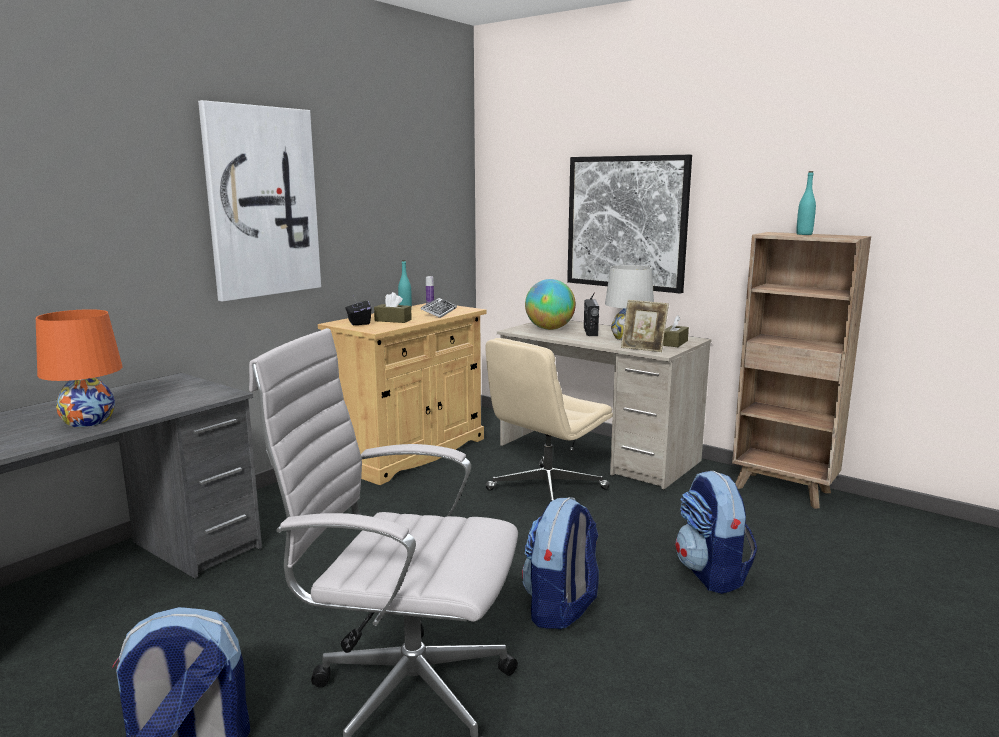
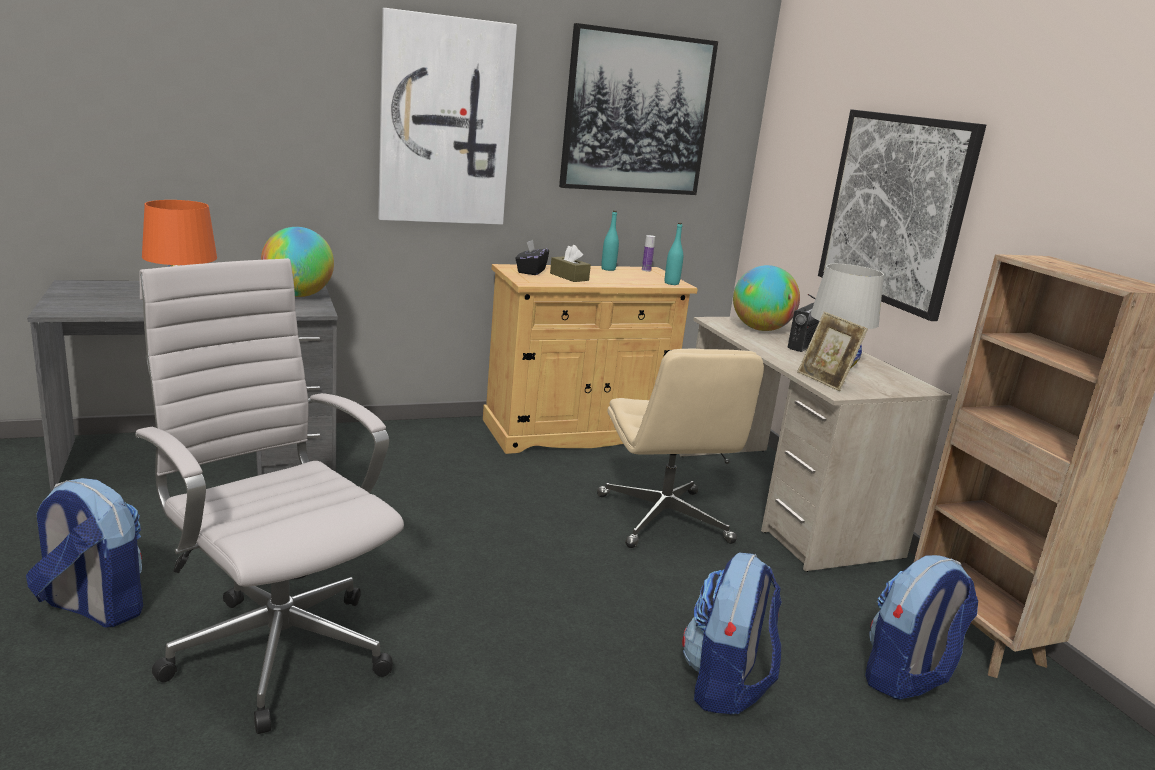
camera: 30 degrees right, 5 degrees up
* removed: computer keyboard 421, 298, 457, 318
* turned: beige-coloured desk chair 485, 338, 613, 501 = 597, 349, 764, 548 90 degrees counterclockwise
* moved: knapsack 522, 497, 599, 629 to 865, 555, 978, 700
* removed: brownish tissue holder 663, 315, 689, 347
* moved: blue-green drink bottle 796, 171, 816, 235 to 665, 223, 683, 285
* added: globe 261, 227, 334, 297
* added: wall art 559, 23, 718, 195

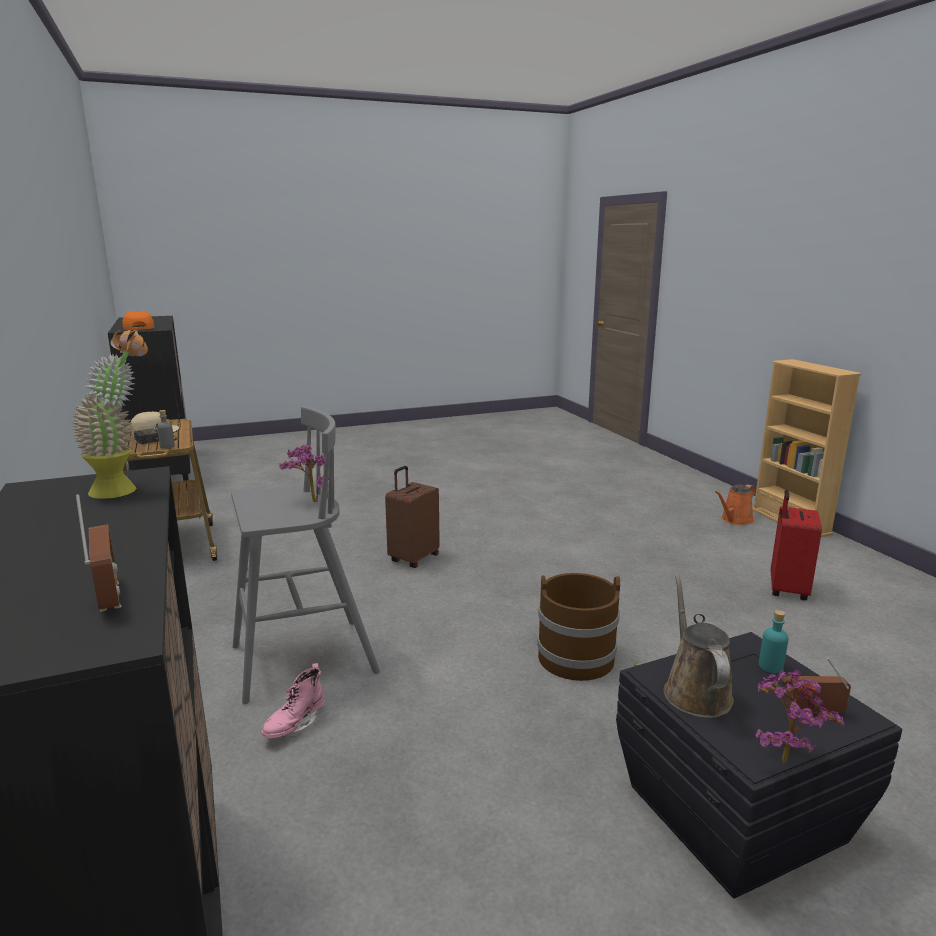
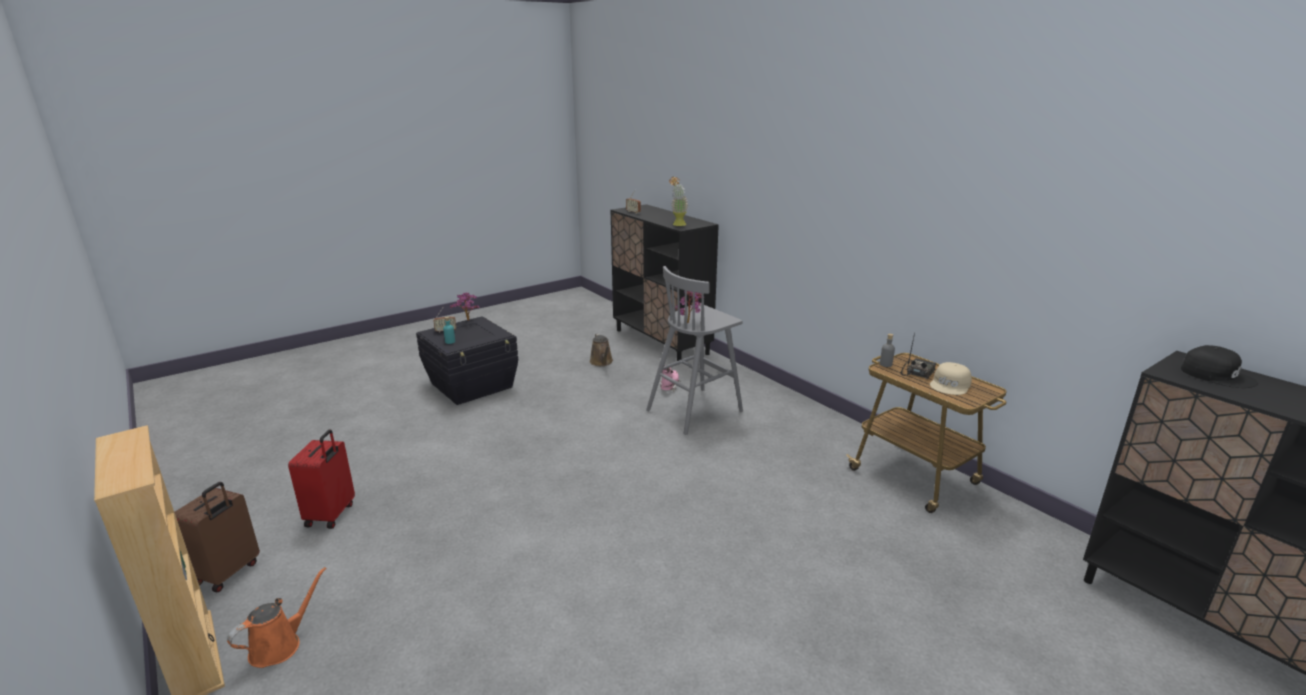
camera: 165 degrees right, 5 degrees up
* recoloured: orangey peaked cap 122, 311, 154, 330 to blackish peaked cap 1181, 345, 1258, 388
* moved: brownish travel case 385, 466, 440, 568 to 174, 482, 260, 592
* removed: brownish water bucket 537, 573, 620, 681
* moved: brownish sprinkling can 664, 574, 734, 718 to 590, 333, 613, 366

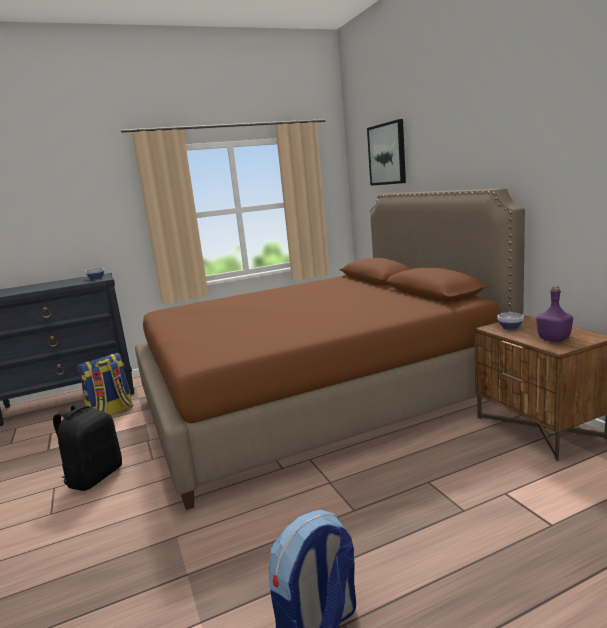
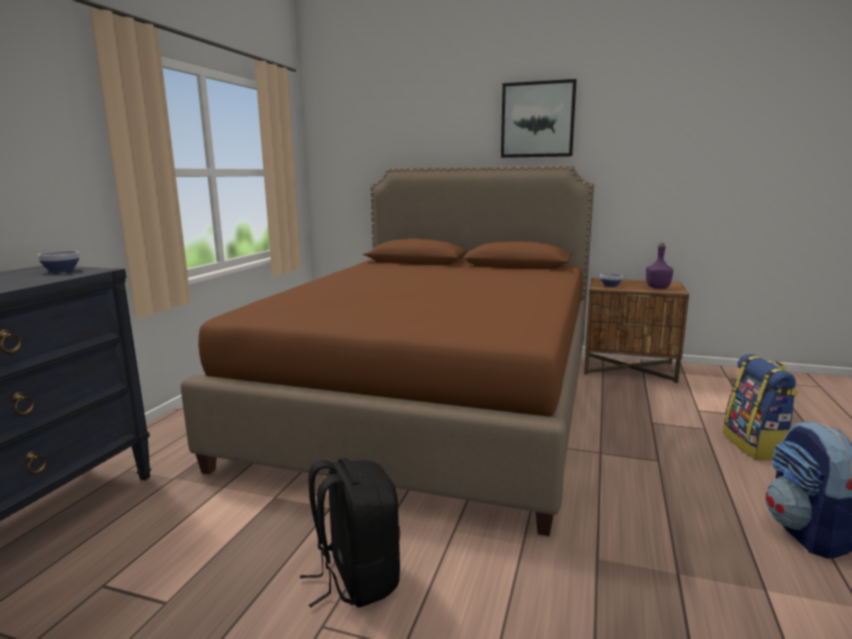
camera: 50 degrees left, 0 degrees up
* moved: knapsack 77, 353, 133, 415 to 723, 354, 798, 460
* moved: wall art 367, 119, 406, 186 to 501, 79, 576, 158

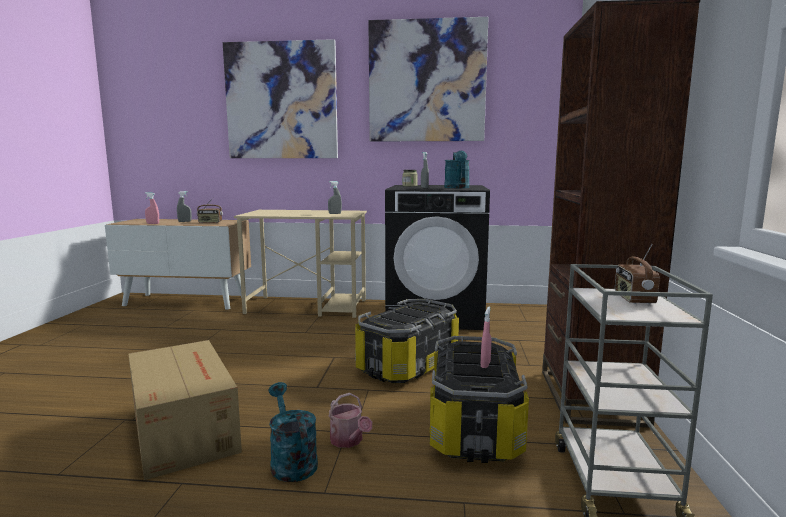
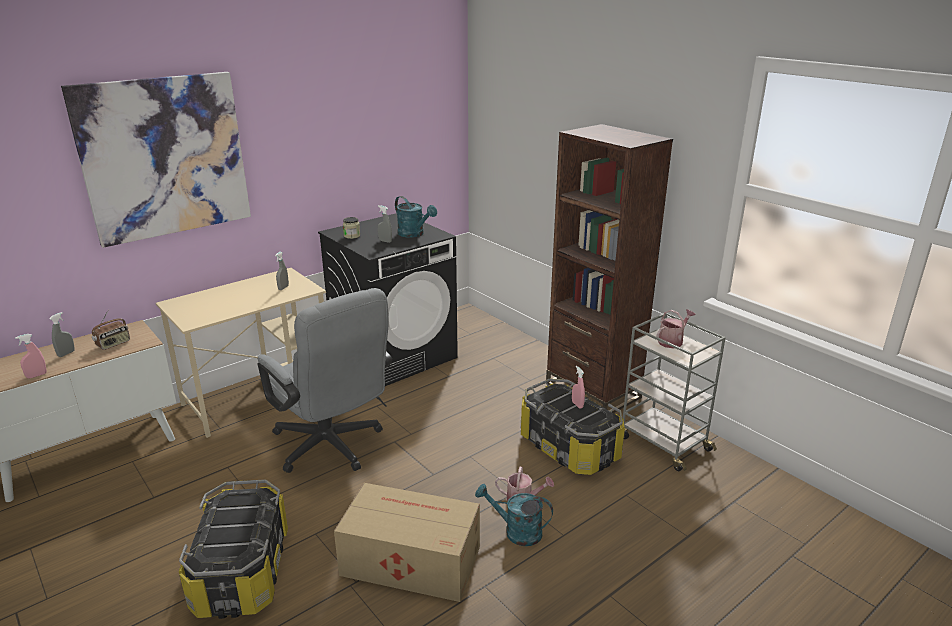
camera: 45 degrees left, 15 degrees up
* moved: storage bin 355, 299, 459, 383 to 179, 480, 288, 619
* removed: wall art 368, 17, 489, 141
* replaced: radio receiver 615, 244, 660, 304 to sprinkling can 657, 309, 695, 348
* added: greyish desk chair 257, 288, 392, 473

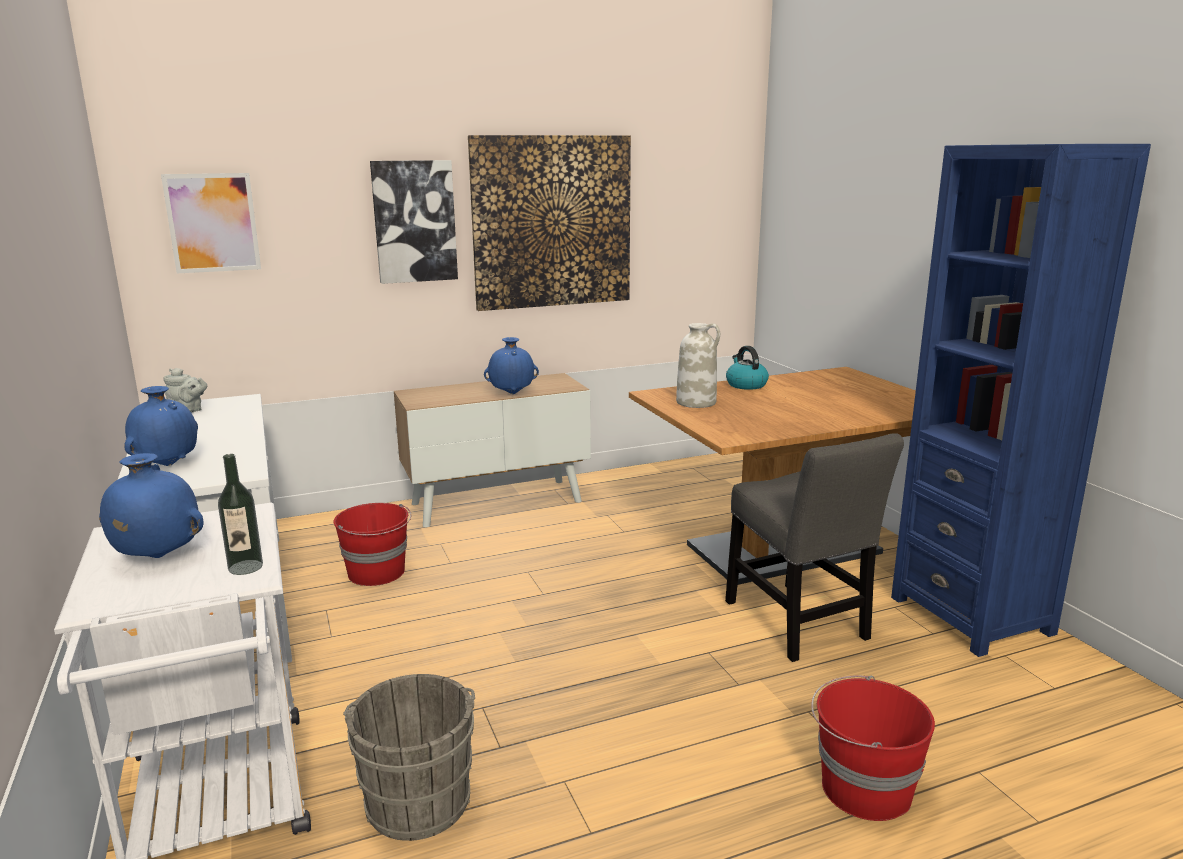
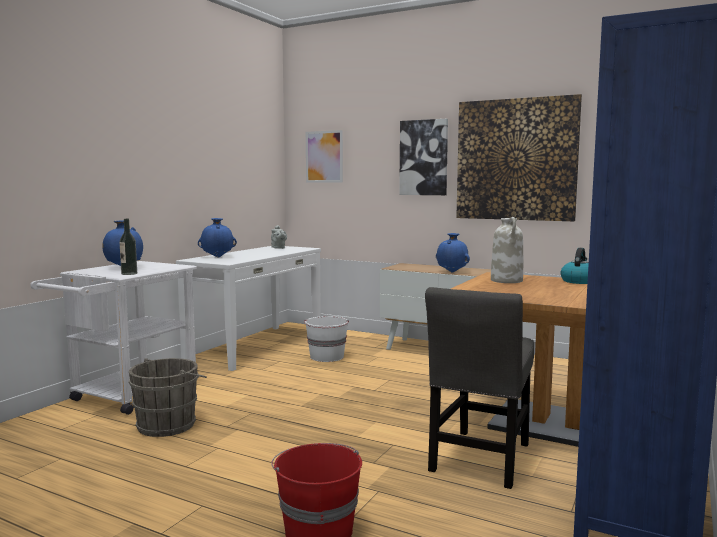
camera: 50 degrees right, 10 degrees down
* recoloured: red water bucket 334, 503, 411, 586 to white-coloured water bucket 304, 316, 349, 362

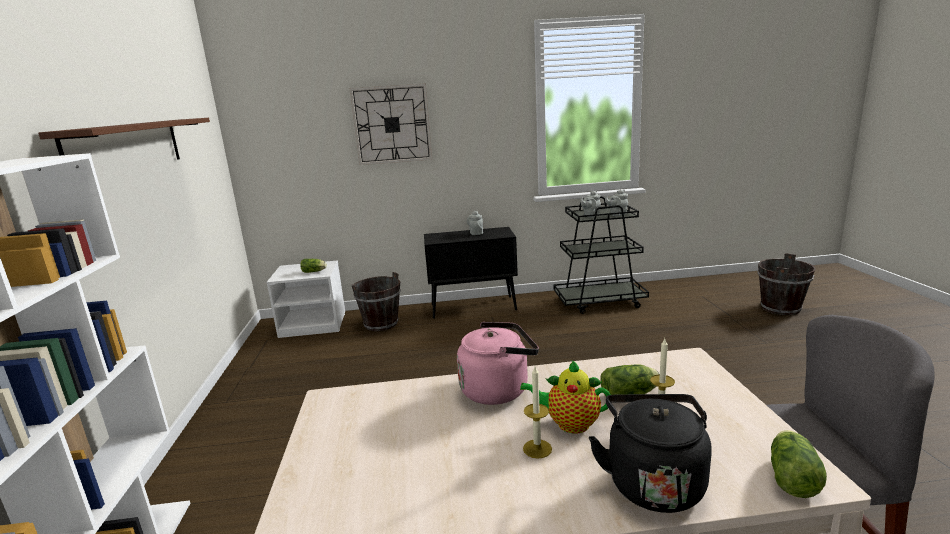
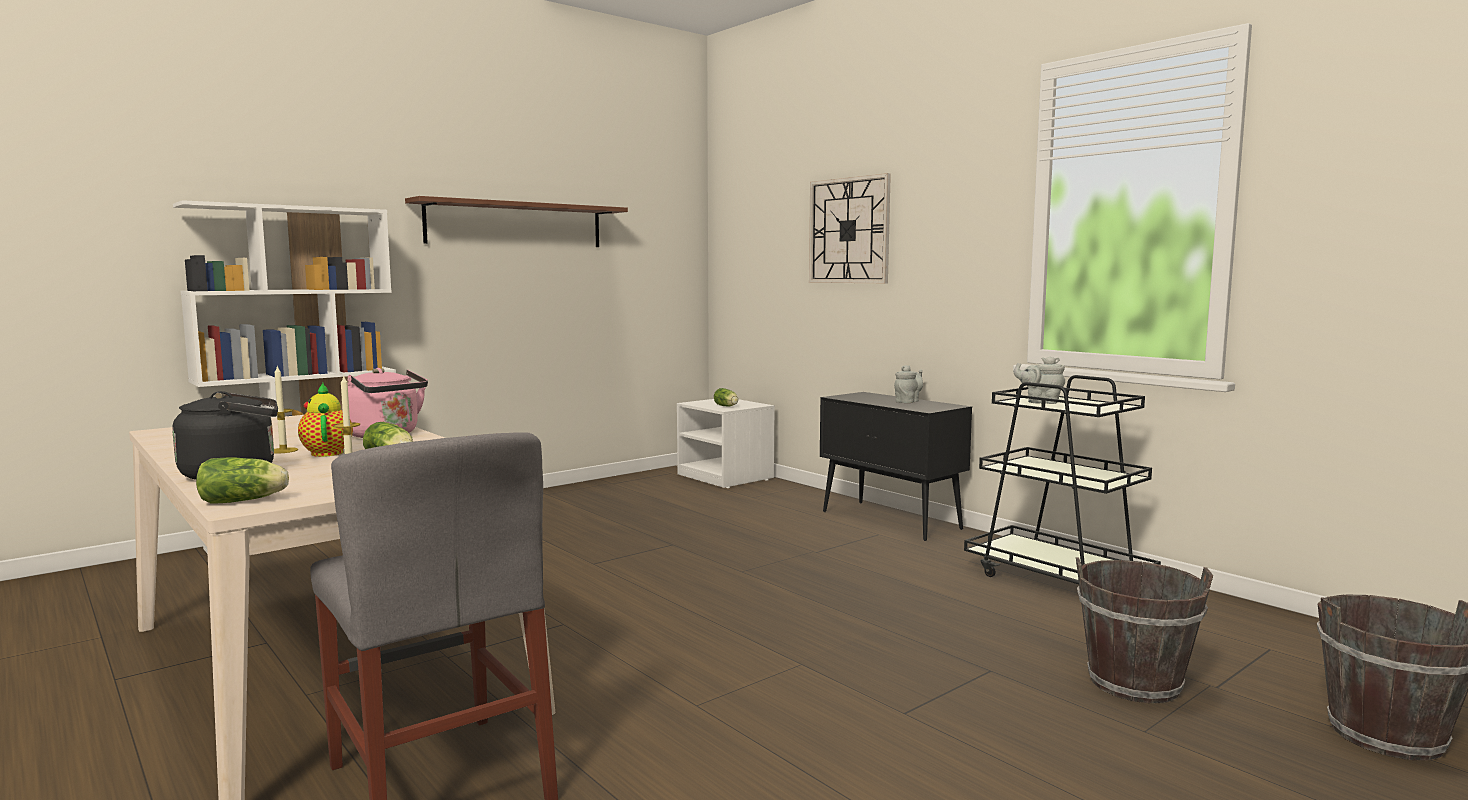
camera: 55 degrees right, 10 degrees down
* moved: brownish water bucket 352, 272, 401, 331 to 1076, 557, 1213, 703
* removed: greyish teapot 605, 190, 628, 216

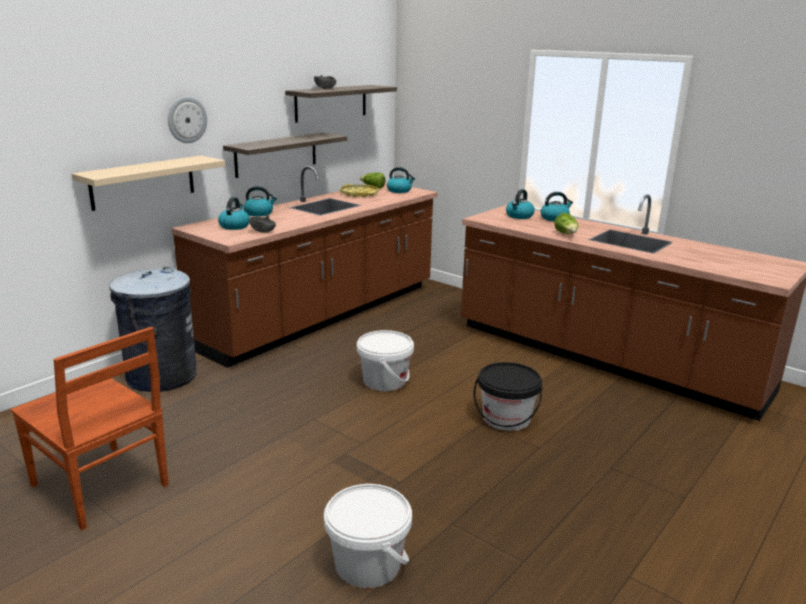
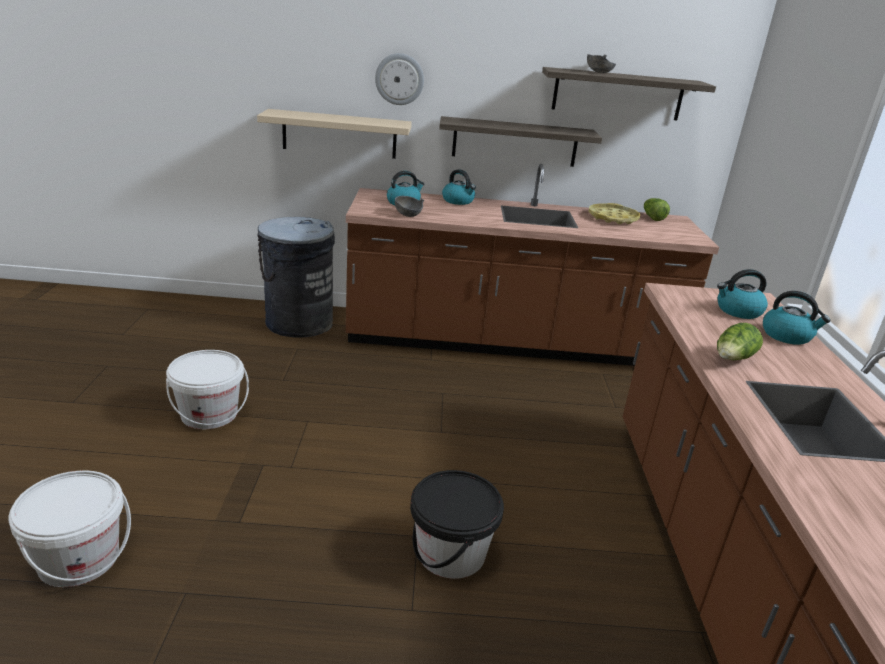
camera: 50 degrees right, 5 degrees up
* removed: brownish chair 10, 327, 168, 530
* moved: white-coloured water bucket 357, 330, 414, 391 to 166, 350, 249, 429
* removed: tea kettle 387, 167, 415, 193

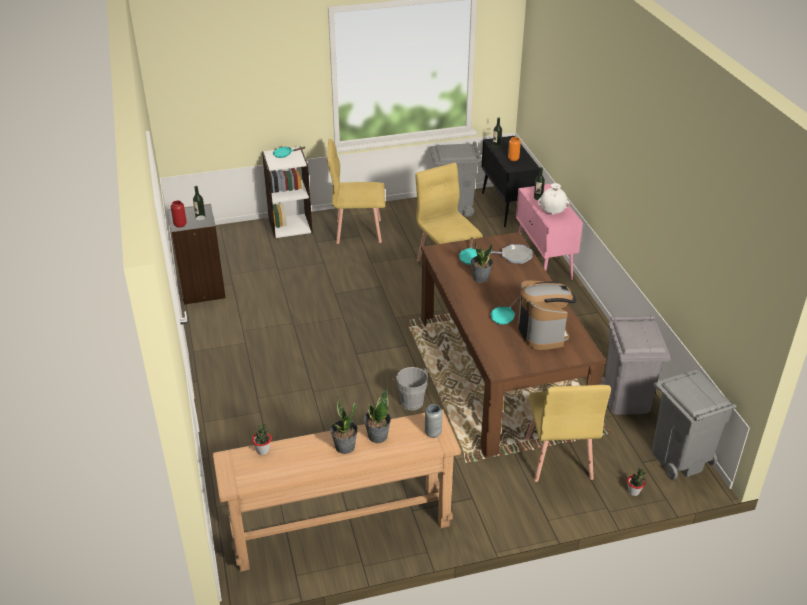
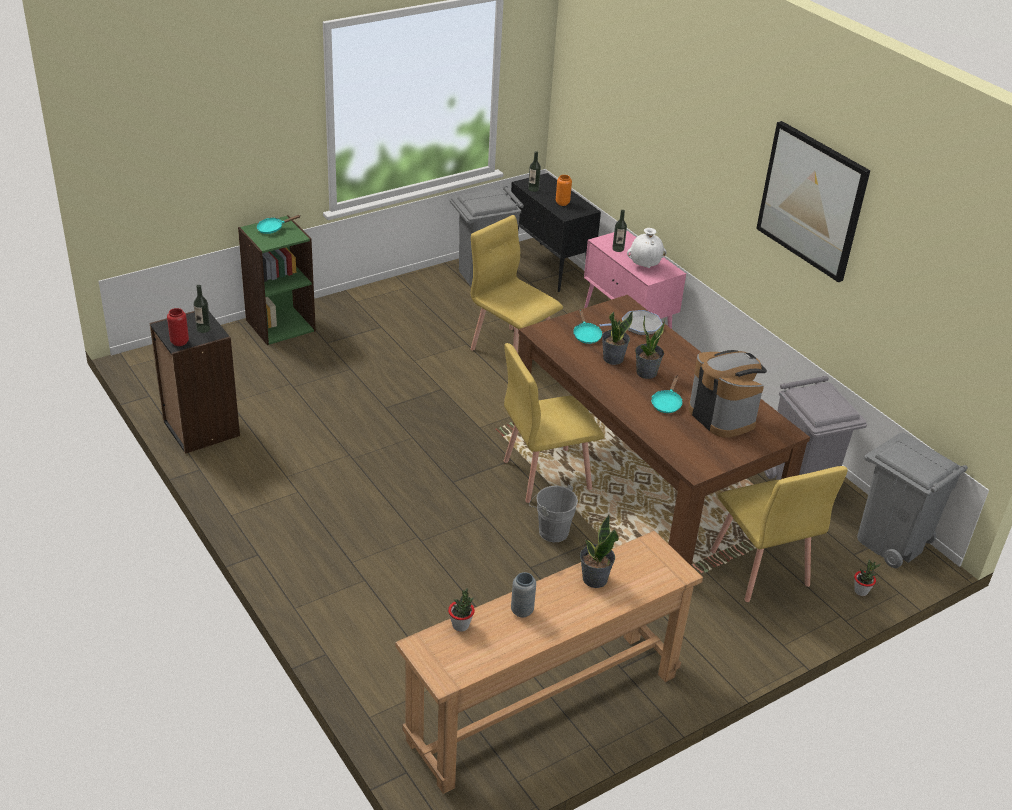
camera: 20 degrees left, 0 degrees up
* recoloured: white-coloured bookshelf 262, 146, 313, 238 to green bookshelf 238, 215, 316, 345
* moved: yellow-coloured chair 327, 139, 385, 244 to 504, 343, 604, 503
* moved: houseplant 330, 397, 358, 454 to 635, 315, 665, 379
* moved: greyish vase 425, 404, 442, 438 to 511, 572, 536, 617
* added: wall art 756, 121, 870, 282

